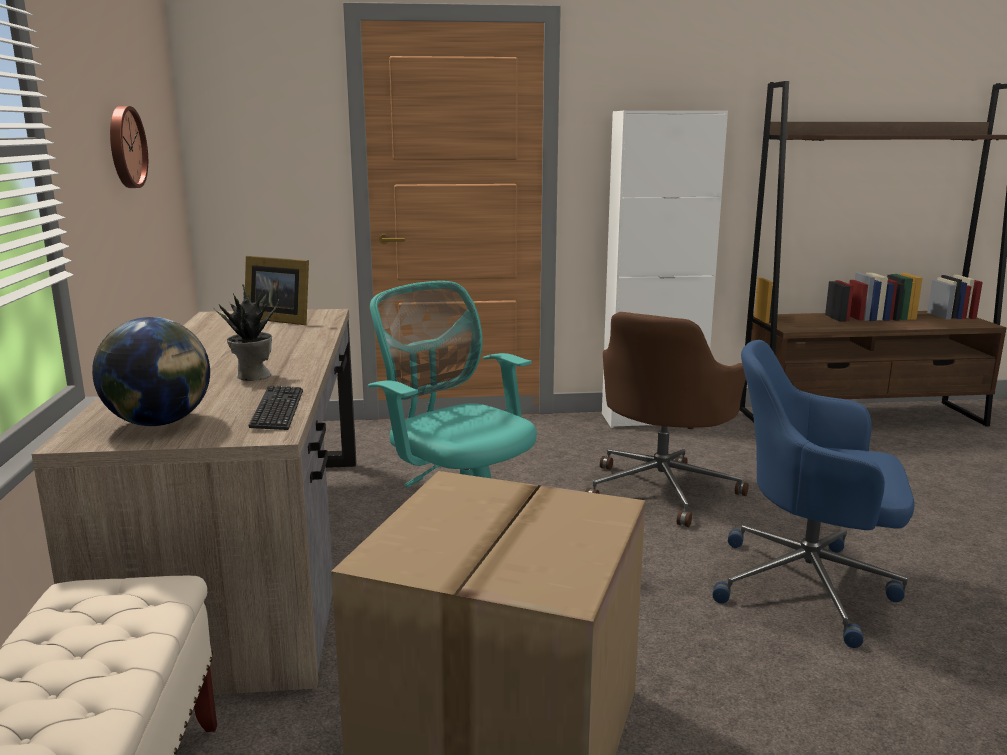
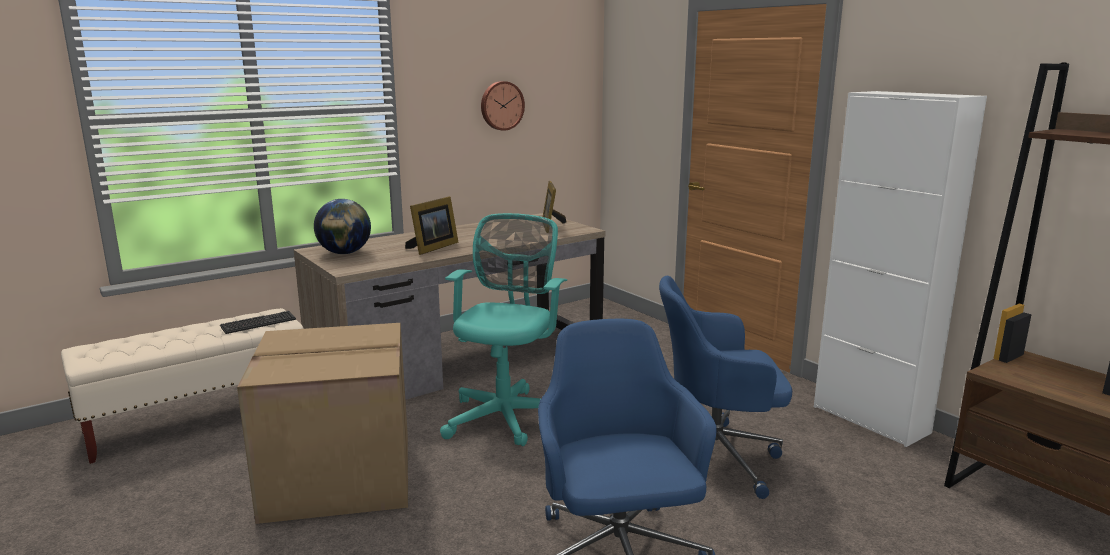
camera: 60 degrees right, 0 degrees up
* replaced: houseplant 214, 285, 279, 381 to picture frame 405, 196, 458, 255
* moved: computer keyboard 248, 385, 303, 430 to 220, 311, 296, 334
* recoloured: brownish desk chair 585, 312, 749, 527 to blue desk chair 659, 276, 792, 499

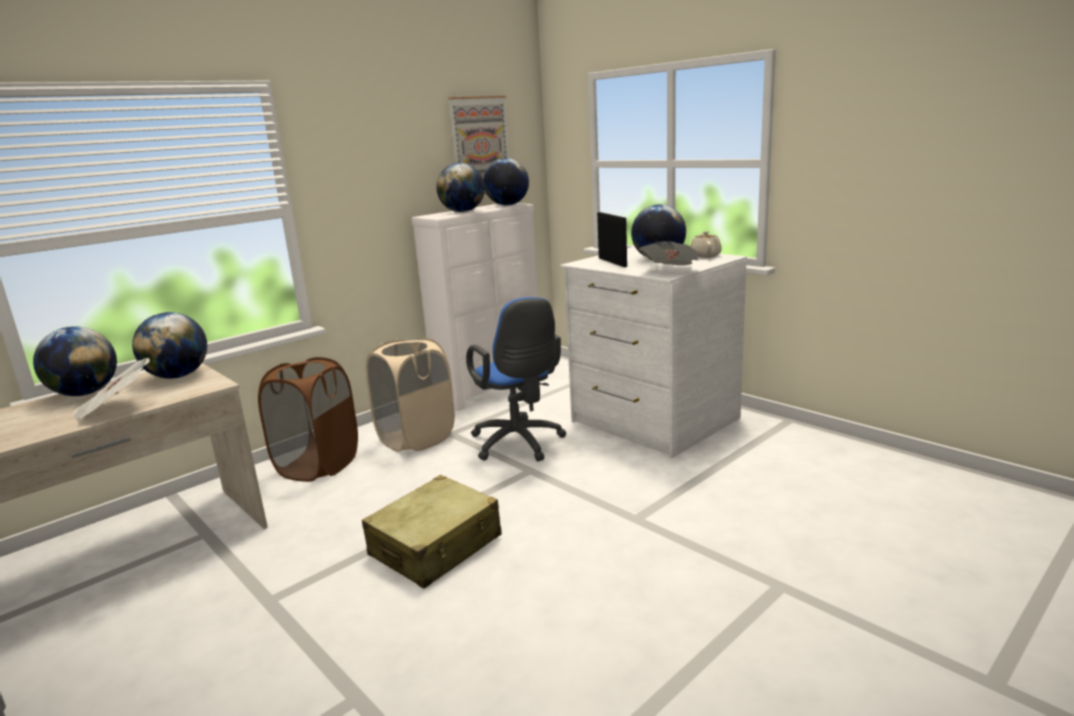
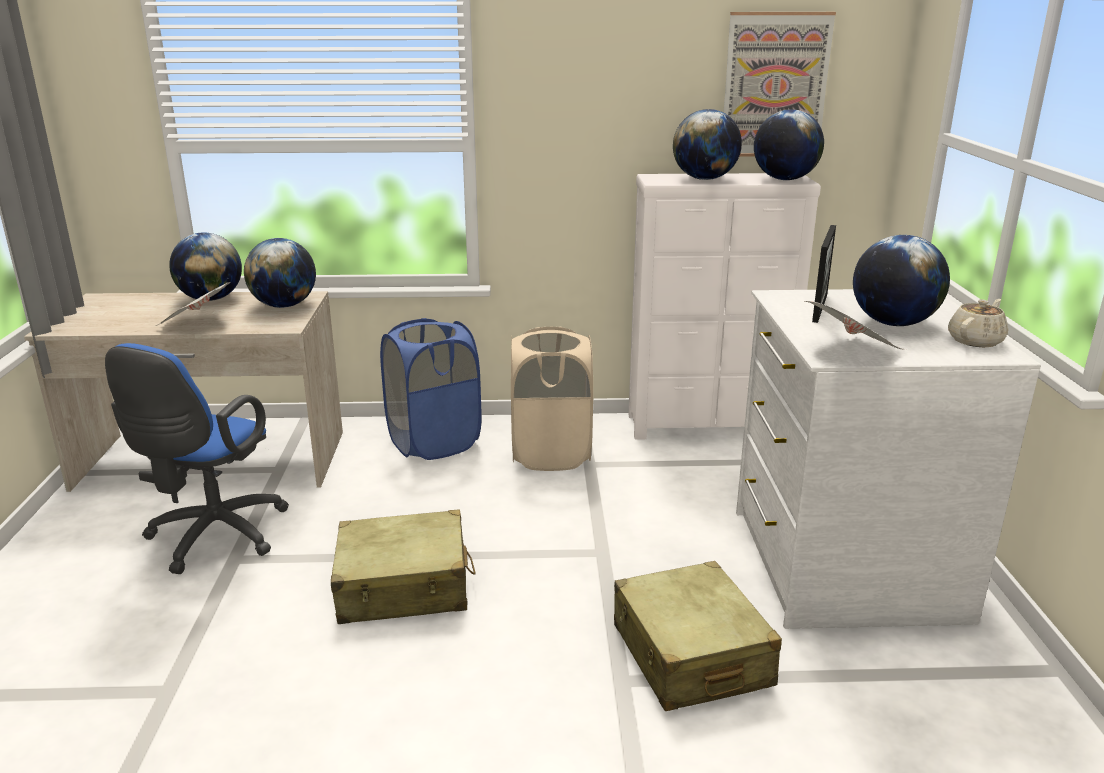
camera: 40 degrees right, 5 degrees up
* recoloured: brownish laundry basket 258, 357, 358, 482 to blue laundry basket 380, 318, 482, 460
* moved: blue desk chair 466, 297, 566, 461 to 105, 343, 289, 574
* added: beige-coloured travel case 614, 561, 782, 711

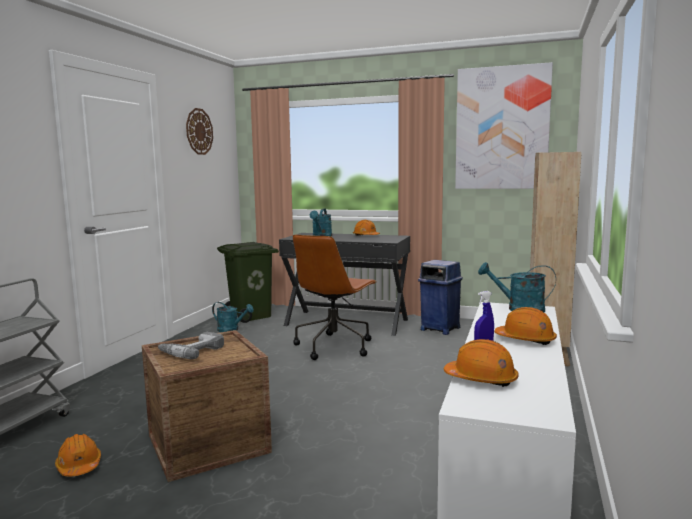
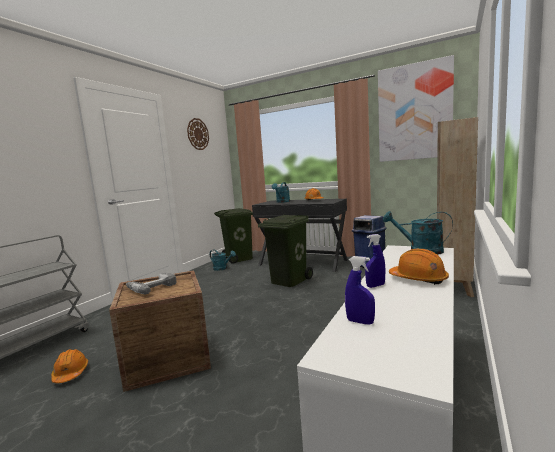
camera: 10 degrees right, 0 degrees up
* replaced: brownish desk chair 293, 235, 376, 360 to green waste bin 258, 215, 313, 287
* replaced: orangey safety helmet 444, 339, 518, 387 to blue hand sprayer 345, 256, 375, 325

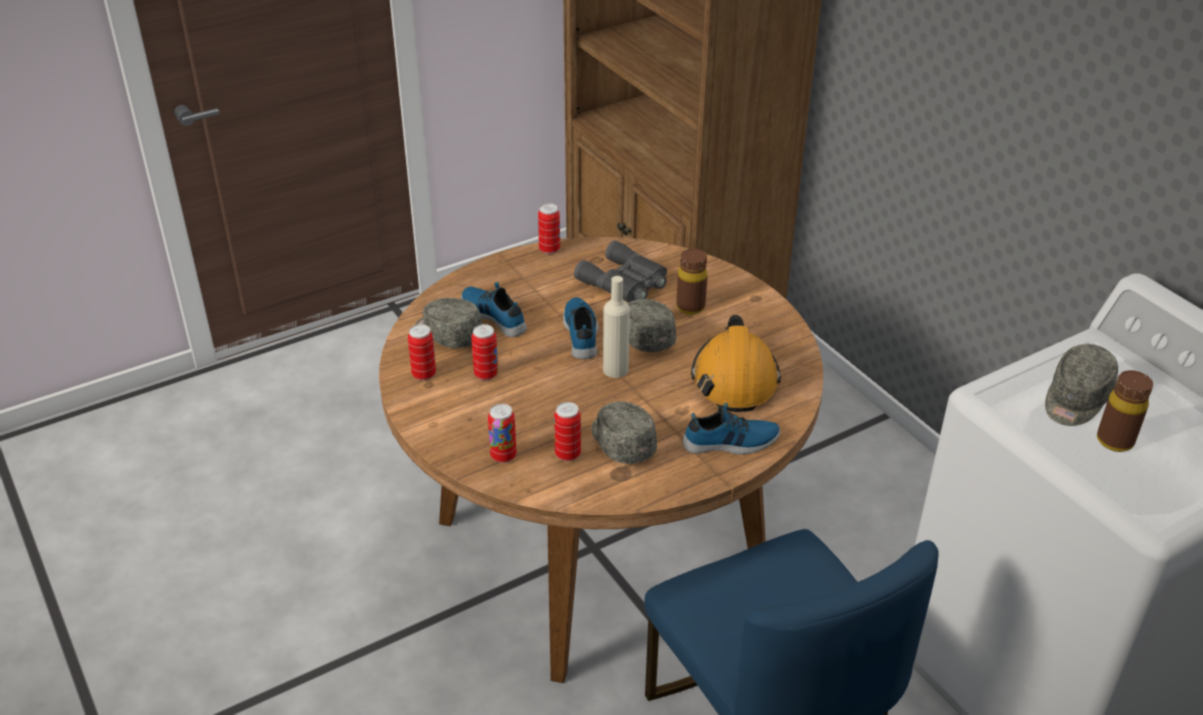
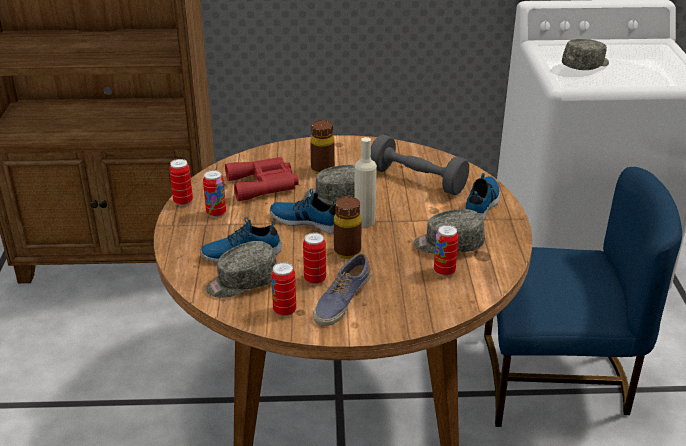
camera: 60 degrees left, 5 degrees down
* moved: metal can 488, 404, 517, 463 to 203, 170, 226, 218
* recoloured: greyish binoculars 574, 240, 667, 302 to red binoculars 225, 157, 299, 201
* replaced: orangey safety helmet 691, 315, 781, 412 to greyish dumbbell 371, 134, 469, 195
* turned: greyish peaked cap 1045, 344, 1118, 426 = 562, 39, 609, 70 105 degrees counterclockwise
* moved: brownish drink bottle 1097, 370, 1153, 452 to 334, 196, 362, 259
* added: item of footwear 313, 253, 372, 326

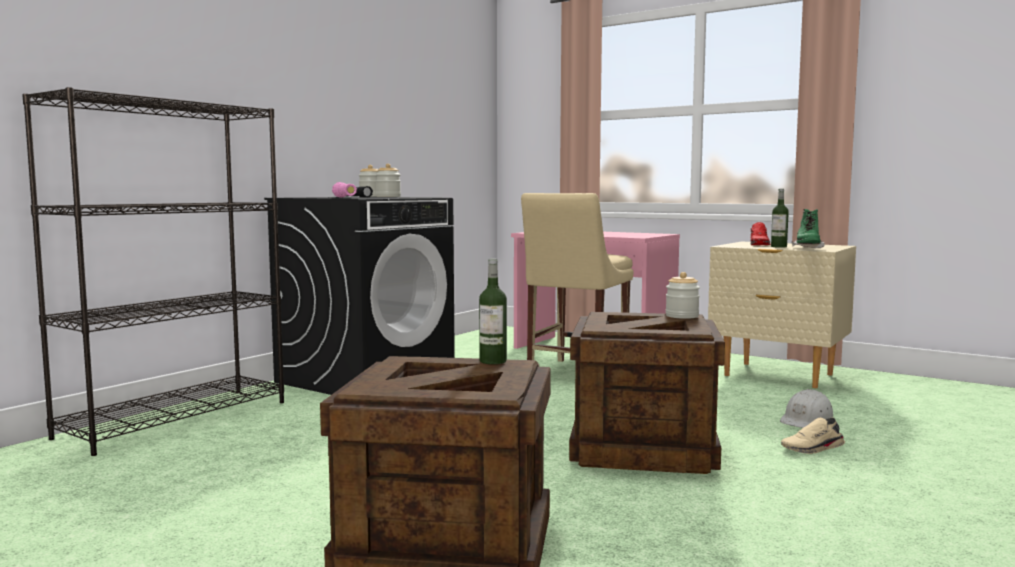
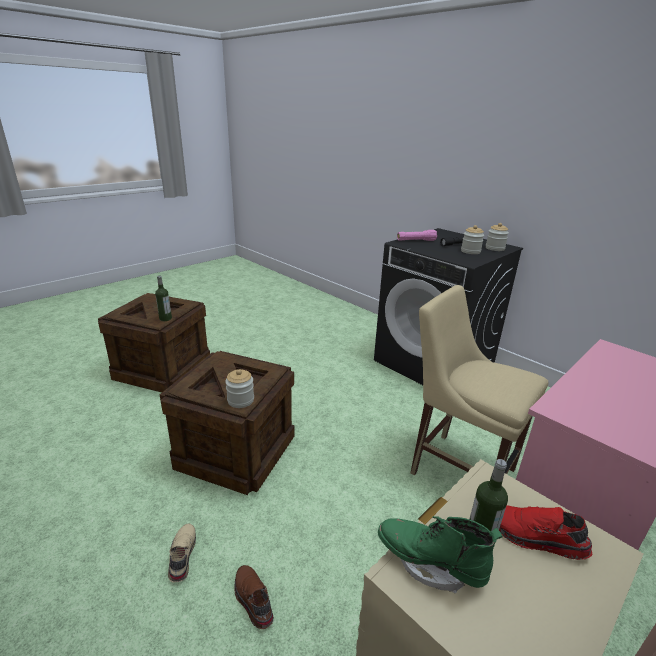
camera: 100 degrees right, 20 degrees up
* removed: blackish bookshelf 22, 87, 284, 456
* replaced: white-coloured safety helmet 780, 389, 834, 428 to brownish item of footwear 234, 565, 274, 629

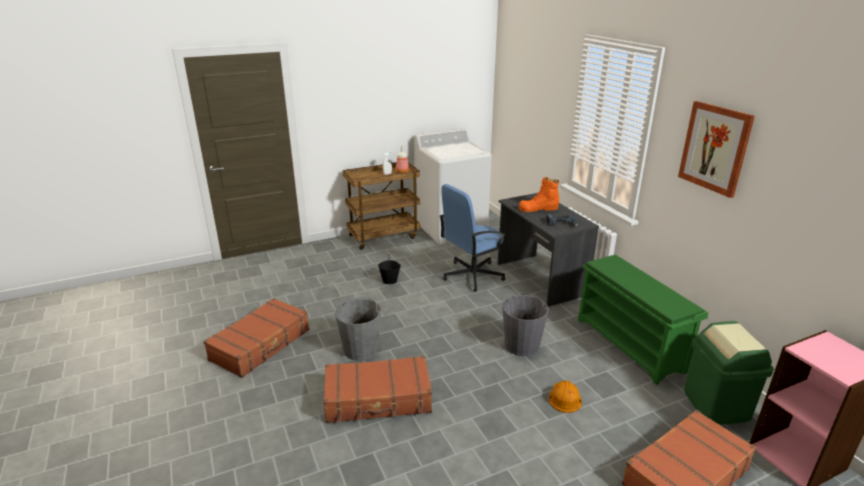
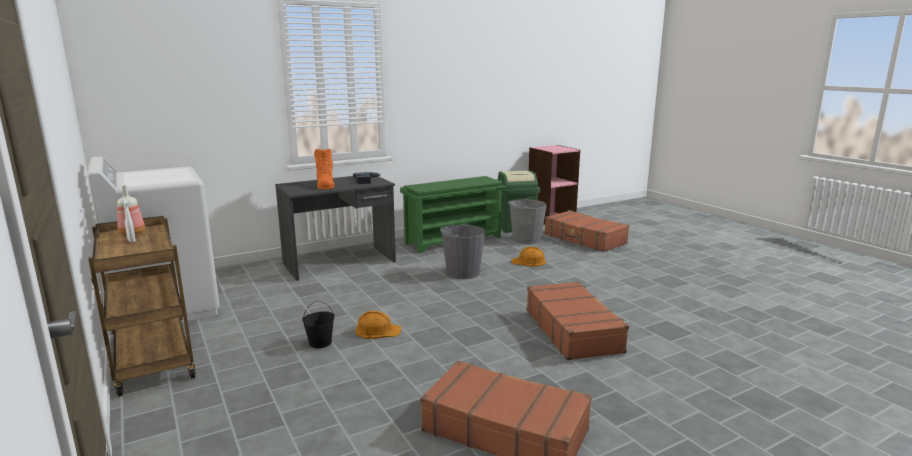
camera: 95 degrees left, 10 degrees down
* moved: greyish water bucket 335, 297, 381, 361 to 508, 197, 547, 245
* removed: blue desk chair 440, 184, 506, 292
* removed: wall art 678, 101, 755, 198
* added: orangey safety helmet 355, 311, 401, 339

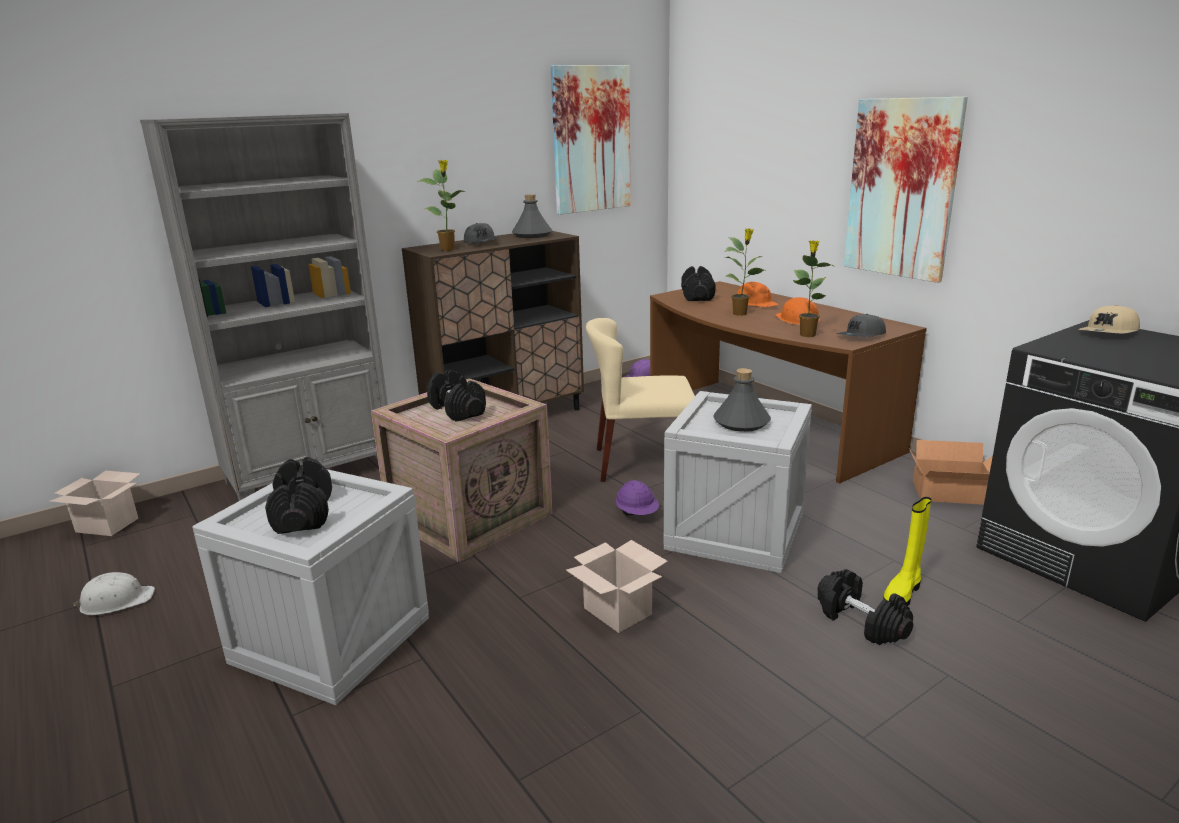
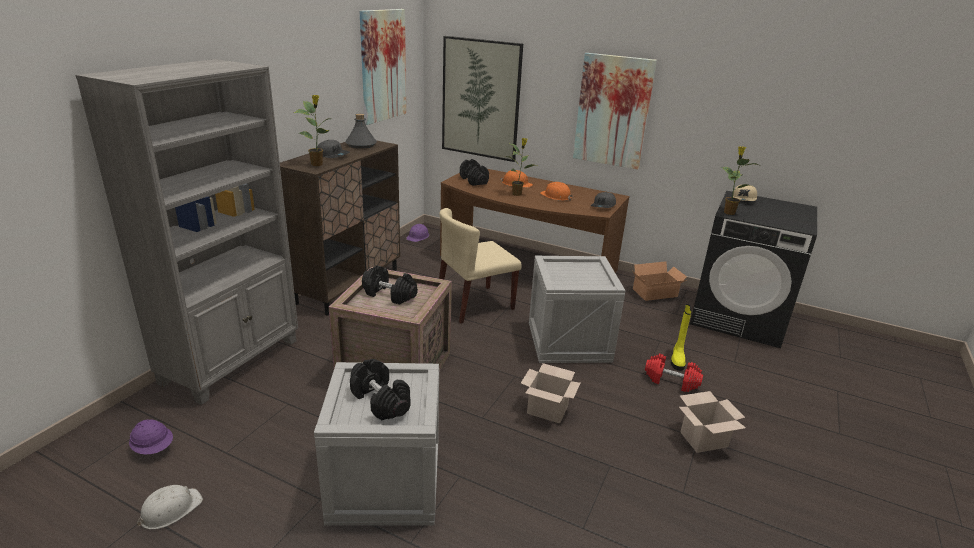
camera: 30 degrees left, 5 degrees up
* moved: cardboard box 48, 471, 140, 536 to 679, 391, 746, 453
* moved: purplish safety helmet 616, 480, 659, 515 to 129, 419, 173, 454
* removed: greyish drink bottle 713, 368, 771, 432
* moved: houseplant 793, 240, 835, 337 to 721, 146, 759, 215
* recoloured: blackish dumbbell 818, 569, 913, 645 to red dumbbell 645, 354, 703, 392
* added: wall art 442, 36, 523, 162

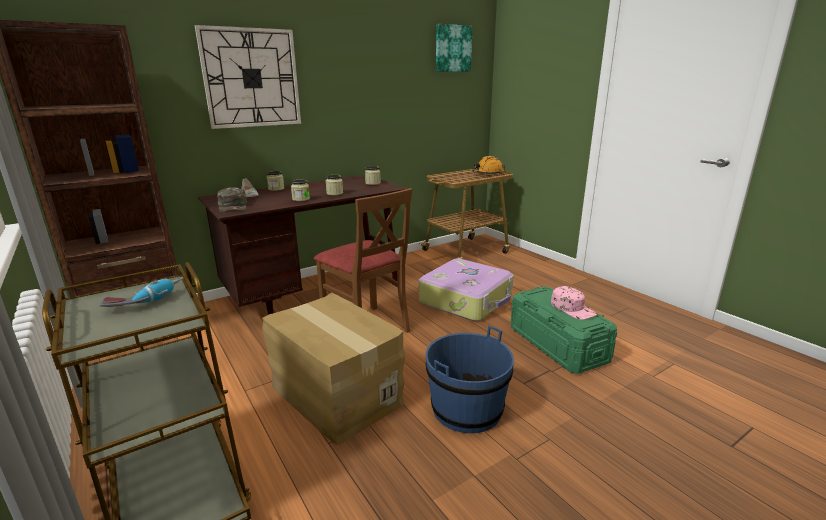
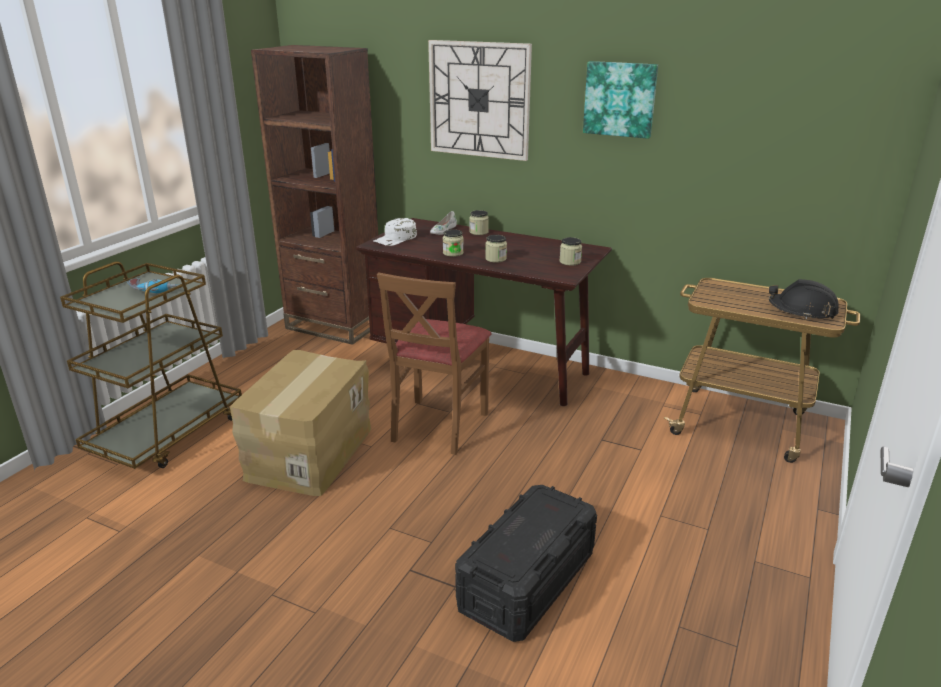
camera: 60 degrees right, 5 degrees up
* recoloured: green peaked cap 217, 187, 247, 212 to white-coloured peaked cap 373, 218, 417, 246
* removed: travel case 419, 259, 514, 321
* removed: blue water bucket 426, 325, 514, 433
* moved: wall art 436, 24, 473, 72 to 583, 61, 658, 139
* recoloured: orangey safety helmet 472, 156, 505, 174 to blackish safety helmet 769, 279, 839, 319
* recoloured: green storage bin 511, 287, 617, 374 to blackish storage bin 455, 485, 597, 642
* removed: pink peaked cap 551, 286, 597, 319

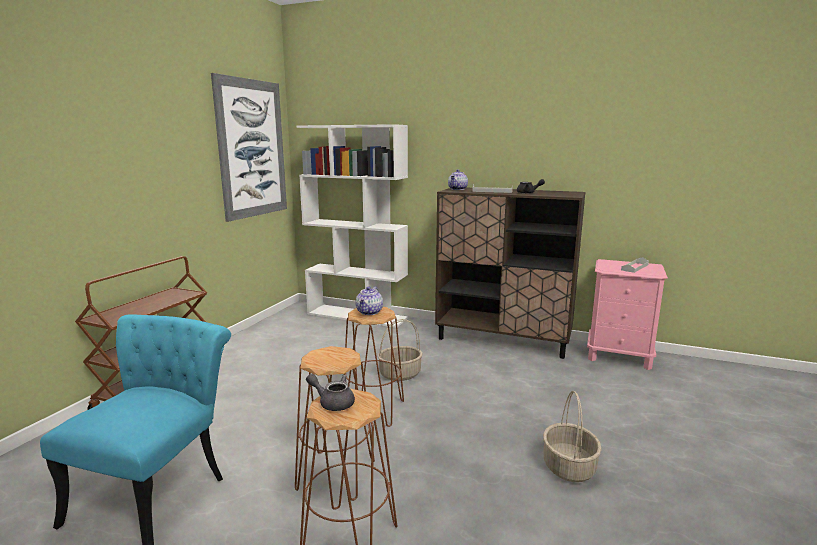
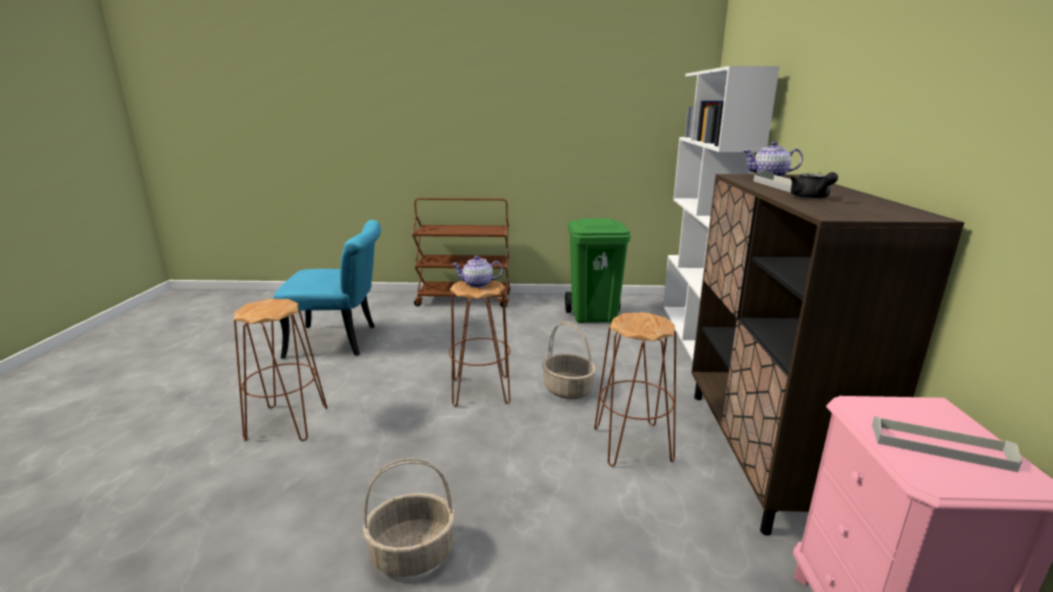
camera: 70 degrees right, 5 degrees up
* removed: wall art 211, 73, 287, 222
* moved: brownish stool seat 295, 346, 375, 501 to 594, 312, 676, 467
* removed: greyish teapot 306, 374, 355, 411
* added: green waste bin 565, 218, 631, 323

